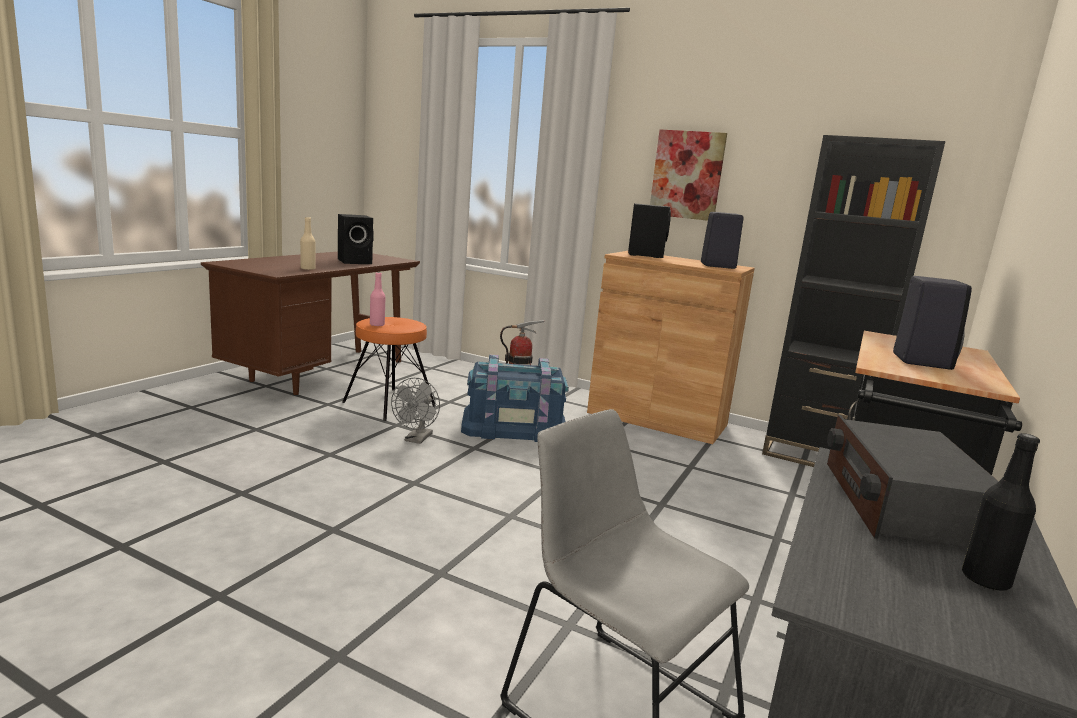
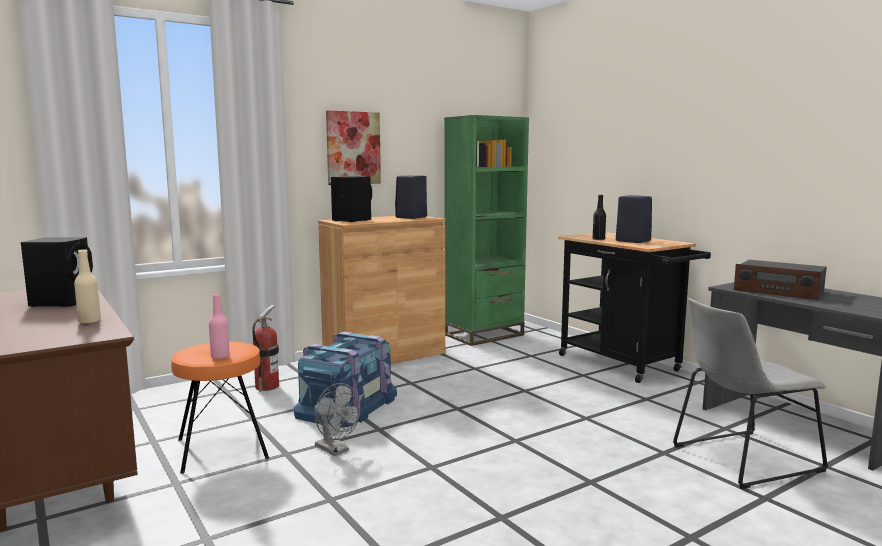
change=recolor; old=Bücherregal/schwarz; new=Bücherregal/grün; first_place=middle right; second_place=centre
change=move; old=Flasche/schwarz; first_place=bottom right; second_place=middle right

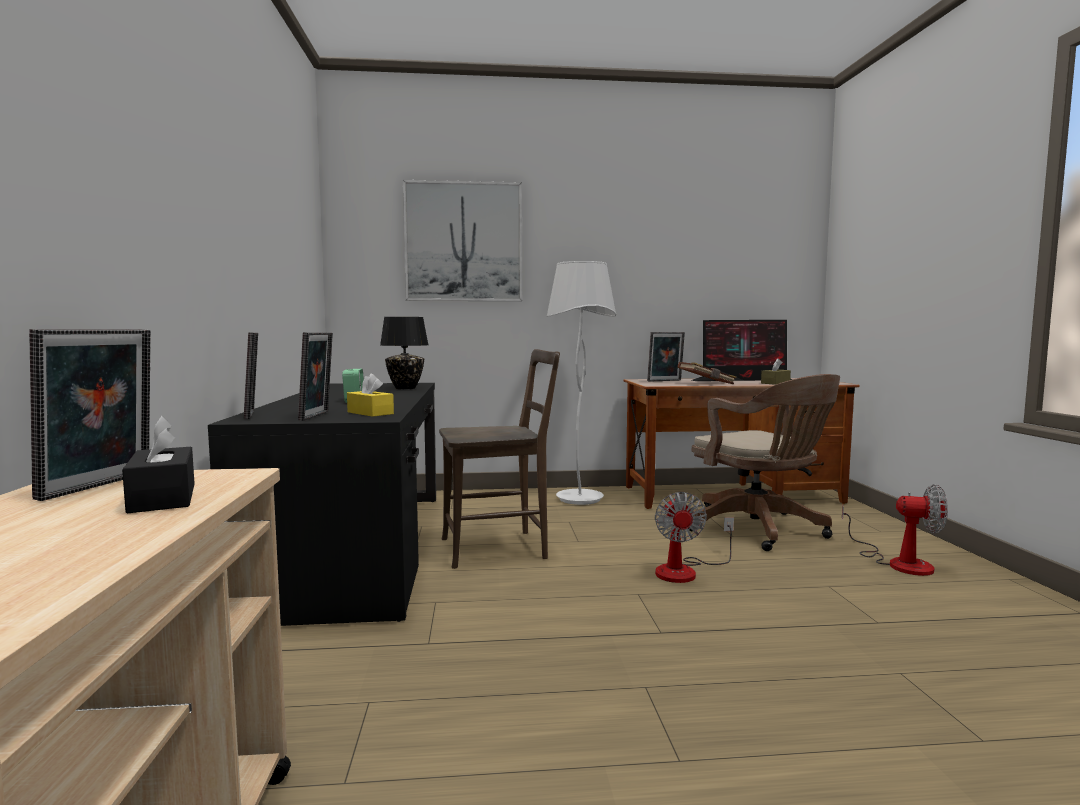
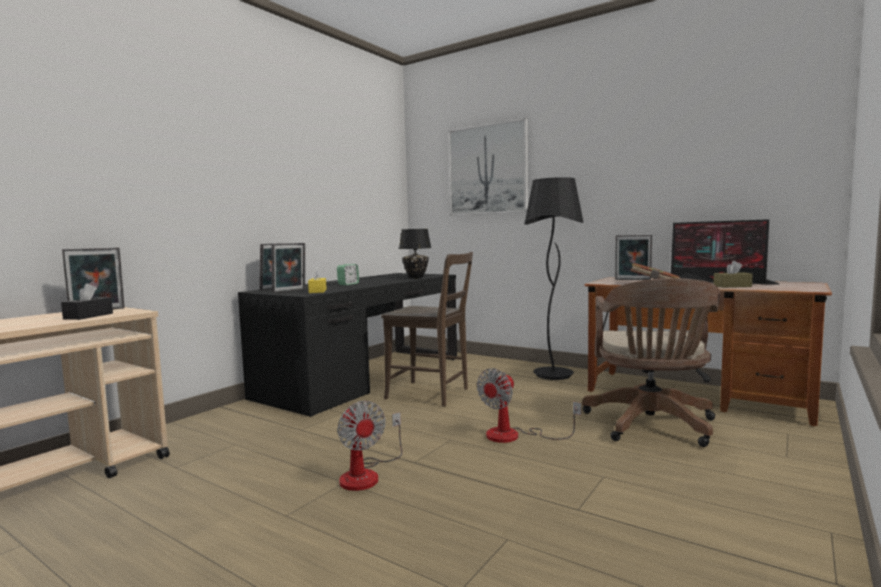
change=move; old=Ventilator (2nd from left in the first image); new=Ventilator (1st from left); first_place=middle right; second_place=bottom centre
change=recolor; old=Stehlampe/weiß; new=Stehlampe/schwarz; first_place=centre; second_place=centre

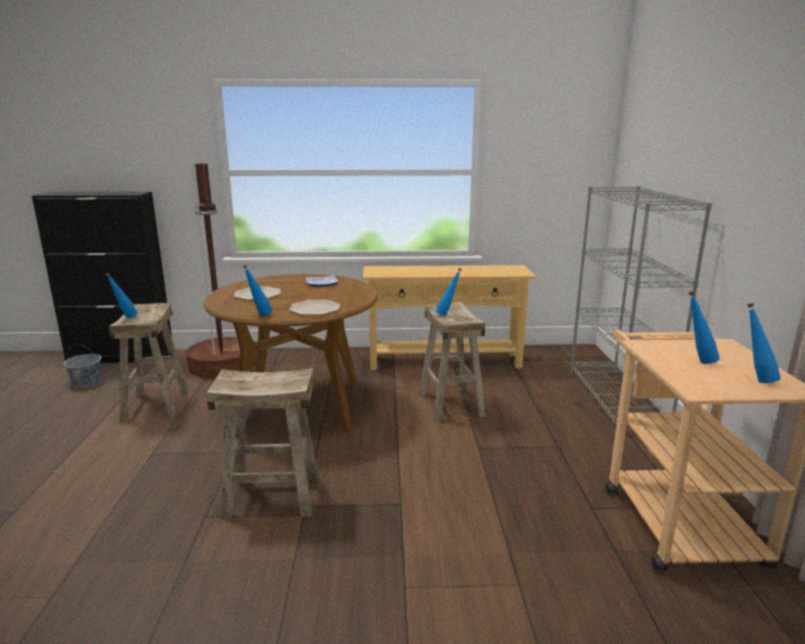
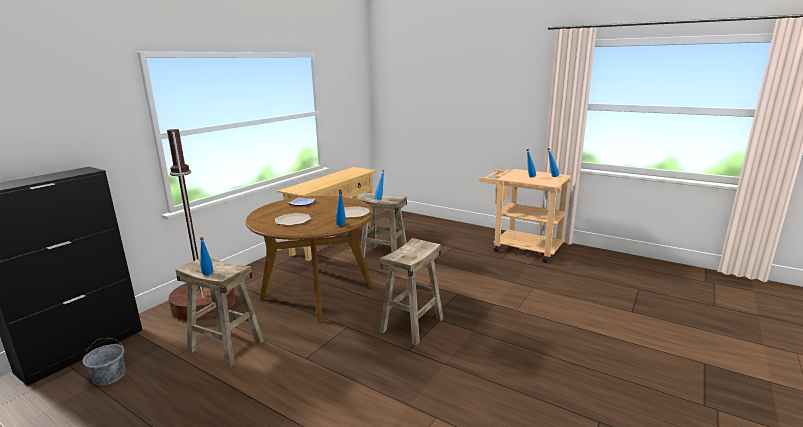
change=delete; old=Bücherregal/grau; first_place=middle right

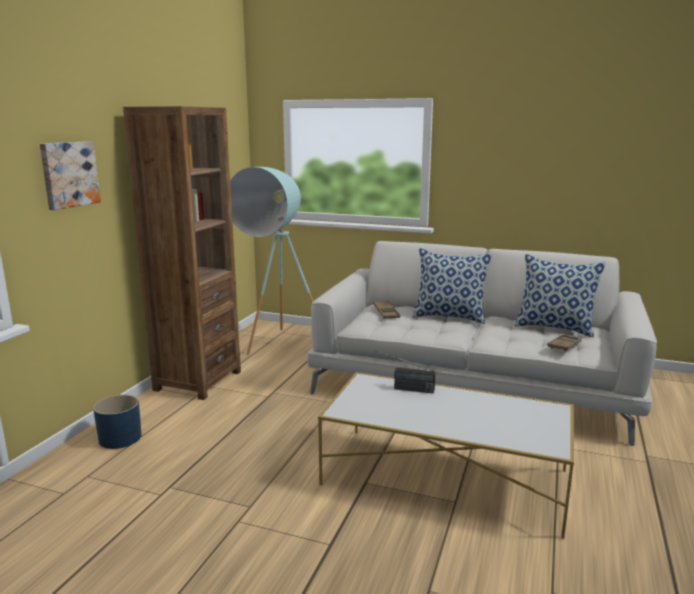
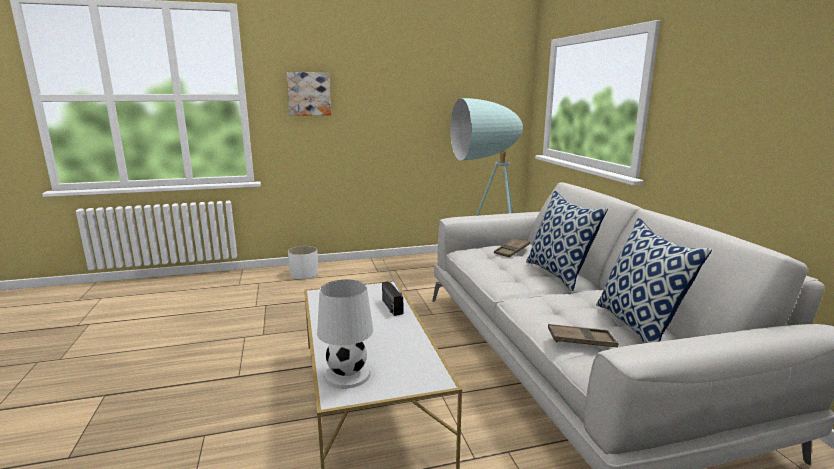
change=recolor; old=Pflanzkübel/blau; new=Pflanzkübel/weiß; first_place=bottom left; second_place=centre
change=insert; new=Tischlampe/weiß; second_place=bottom centre
change=delete; old=Bücherregal/braun; first_place=middle left

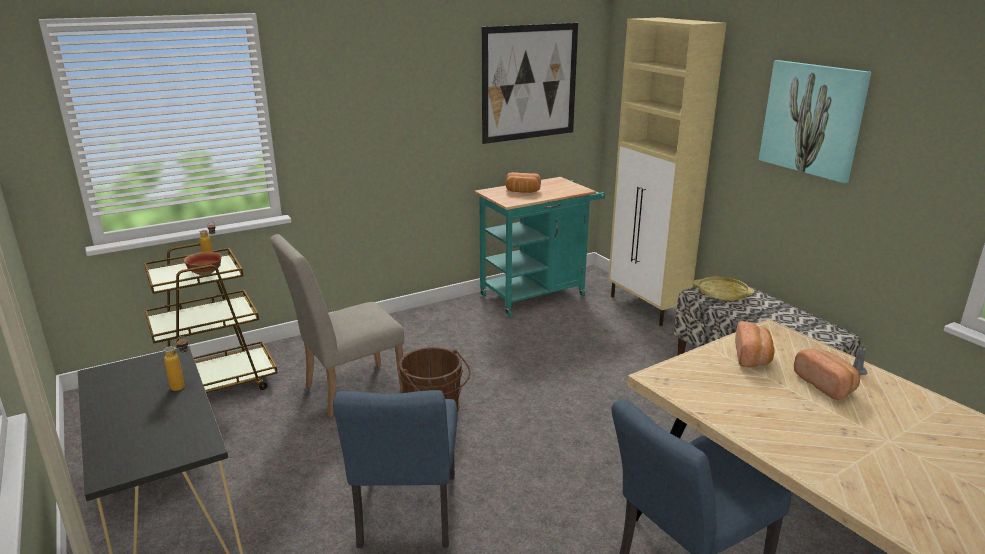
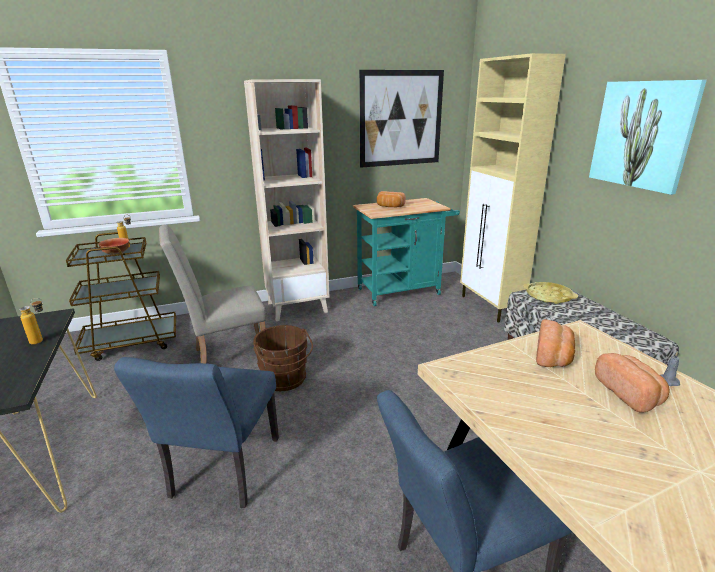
change=insert; new=Bücherregal/beige; second_place=centre

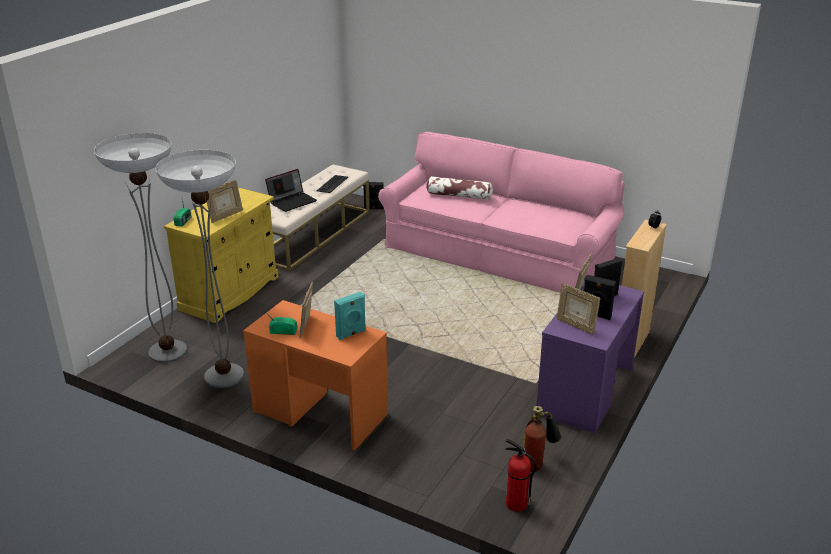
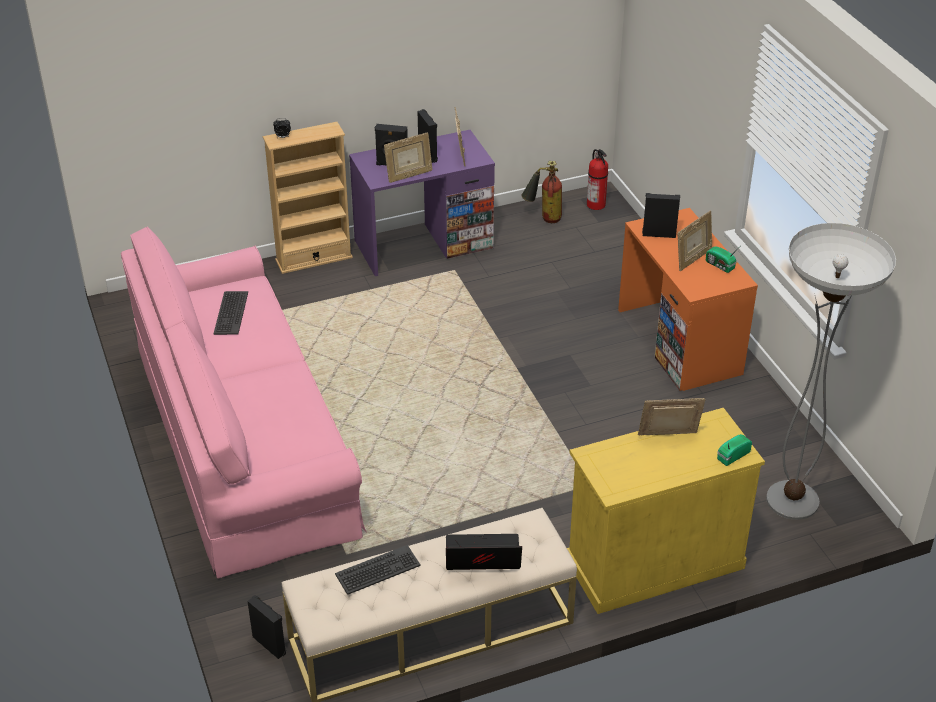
change=insert; new=Tastatur (1st from left); second_place=middle left
change=recolor; old=Lautsprecher/türkis; new=Lautsprecher/schwarz (4th from left); first_place=centre; second_place=top right
change=delete; old=Stehlampe (2nd from left); first_place=middle left
change=delete; old=Kissen; first_place=centre

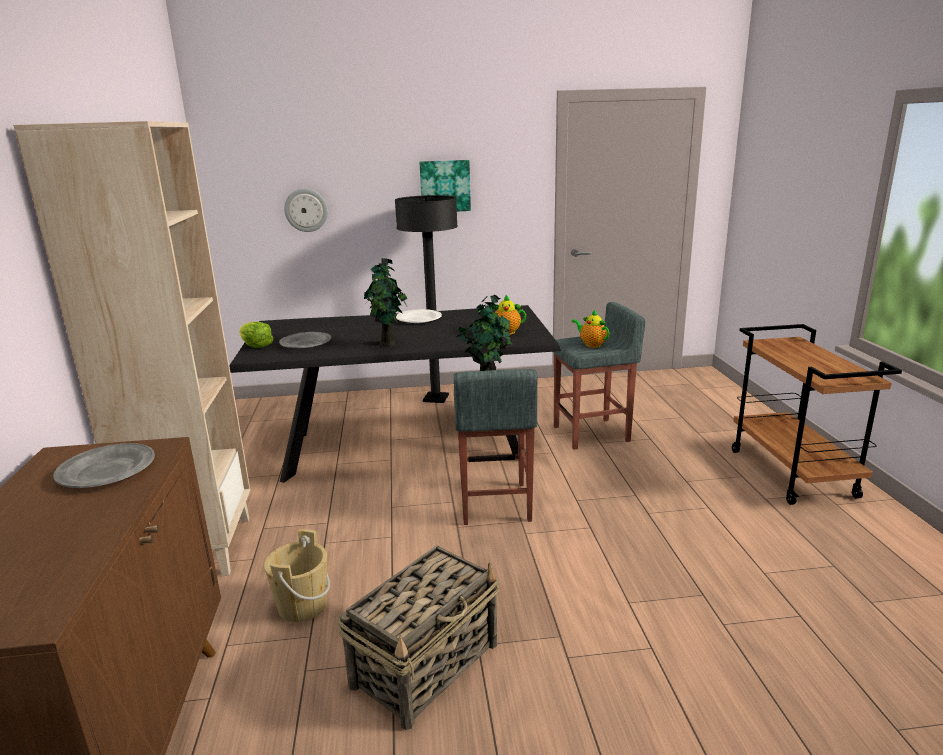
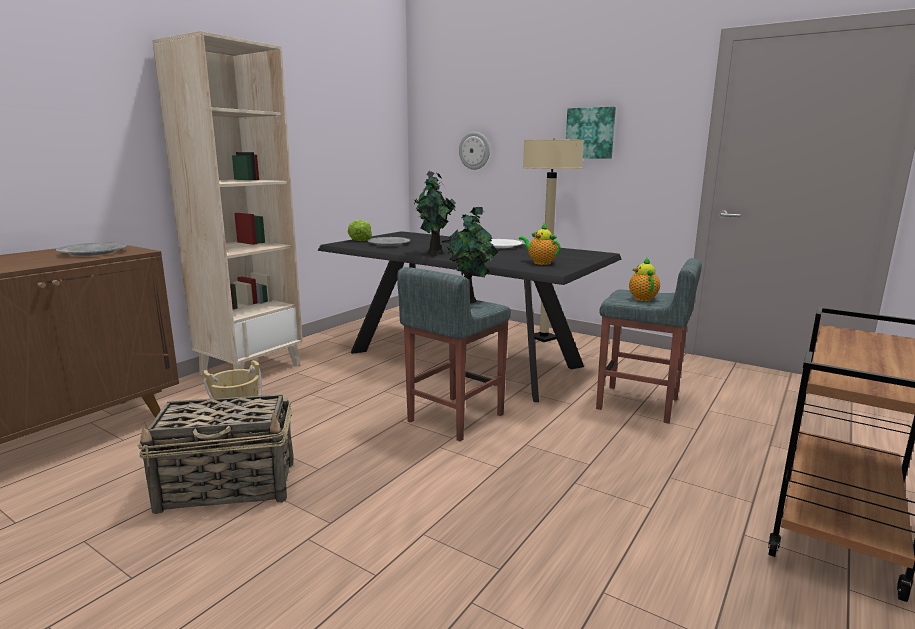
change=recolor; old=Stehlampe/schwarz; new=Stehlampe/beige; first_place=centre; second_place=centre

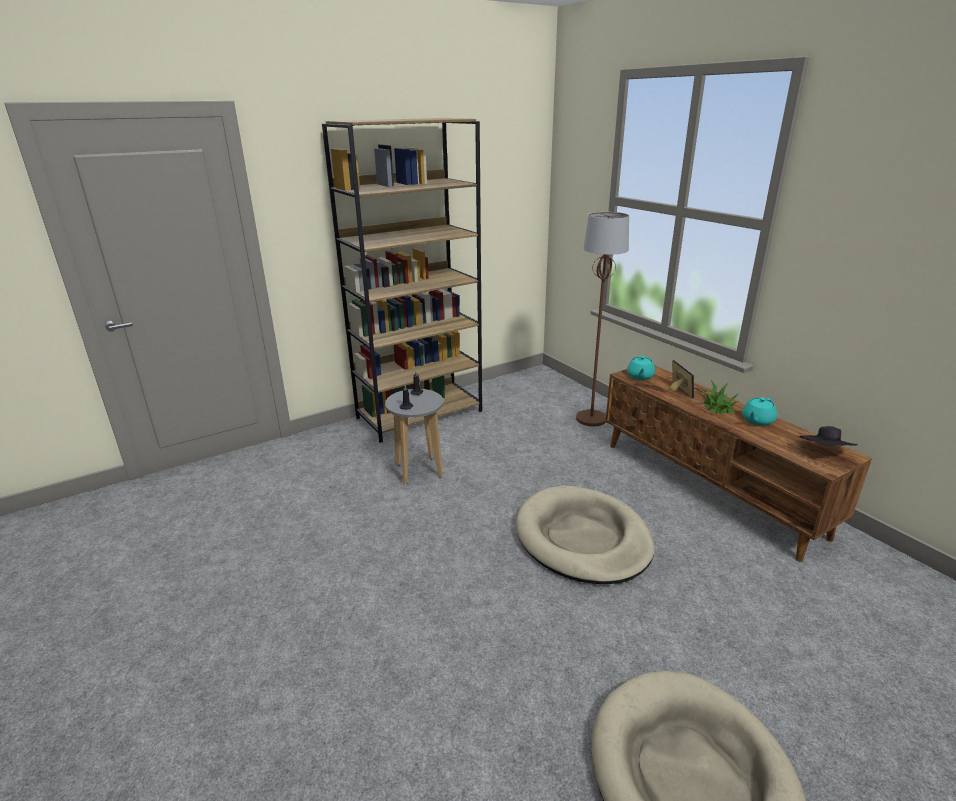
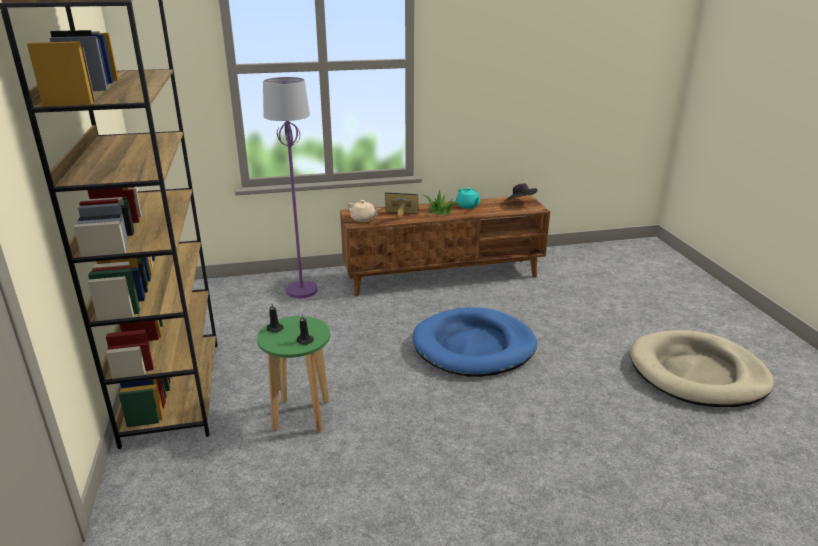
change=recolor; old=Hocker/grau; new=Hocker/grün; first_place=centre; second_place=bottom centre
change=recolor; old=Stehlampe/braun; new=Stehlampe/lila; first_place=centre; second_place=centre
change=recolor; old=Teekanne/türkis (1st from left); new=Teekanne/beige; first_place=middle right; second_place=centre
change=recolor; old=Hundebett/beige (1st from left); new=Hundebett/blau; first_place=bottom centre; second_place=centre

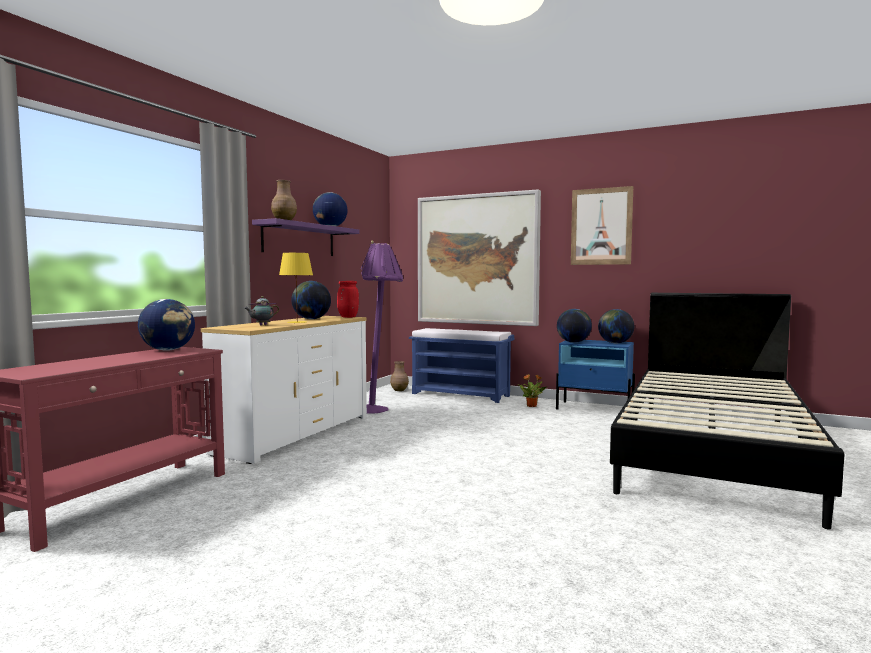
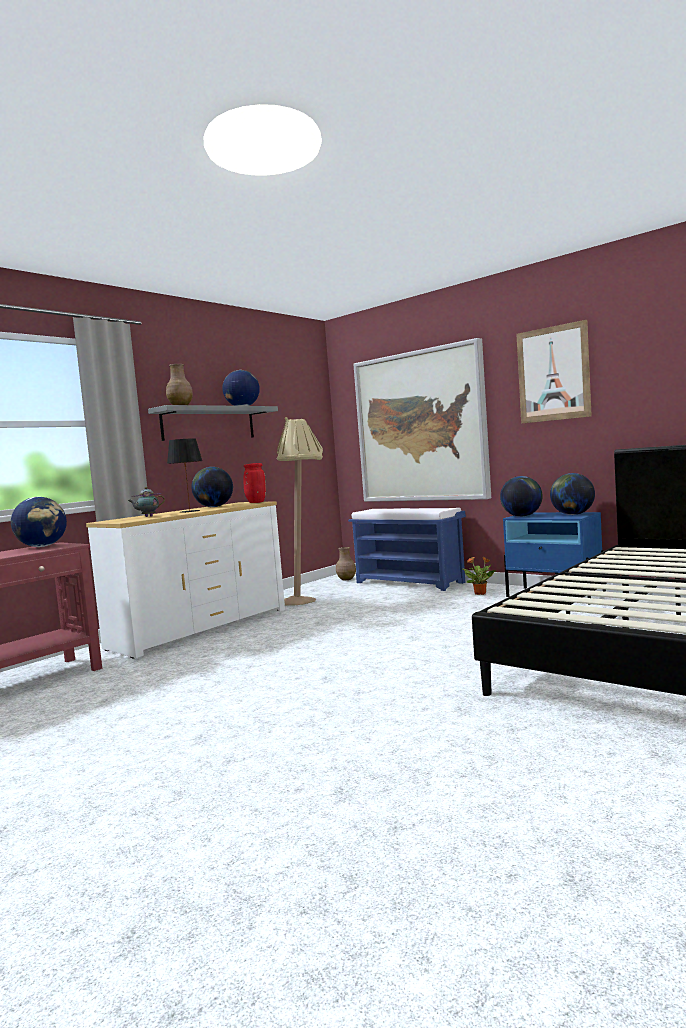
change=recolor; old=Wandregal/lila; new=Wandregal/grau; first_place=centre; second_place=middle left
change=recolor; old=Tischlampe/gelb; new=Tischlampe/schwarz; first_place=centre; second_place=middle left
change=recolor; old=Stehlampe/lila; new=Stehlampe/beige; first_place=centre; second_place=centre

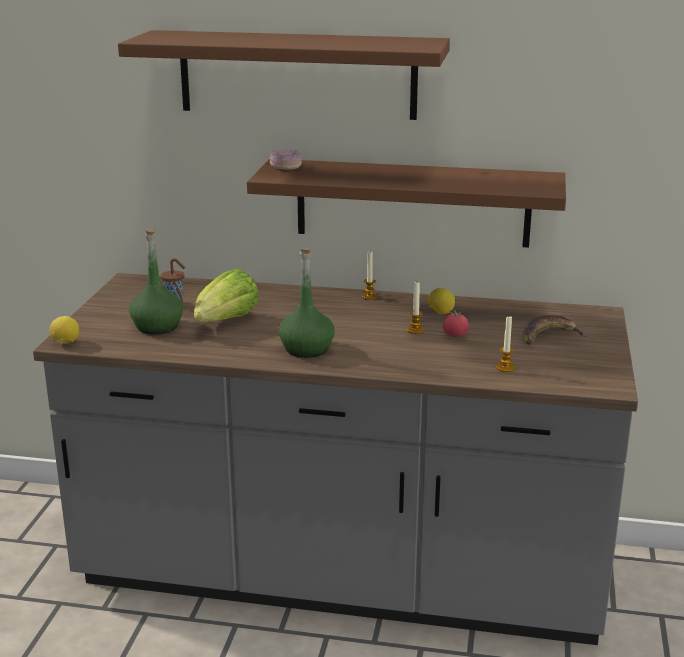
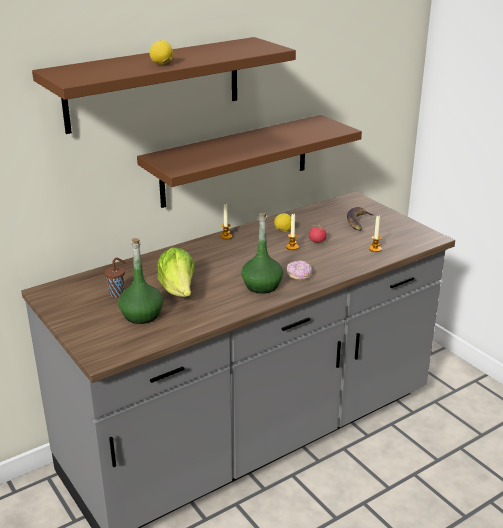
change=move; old=Zitrone (1st from left); first_place=middle left; second_place=top left
change=move; old=Donut; first_place=top centre; second_place=centre

